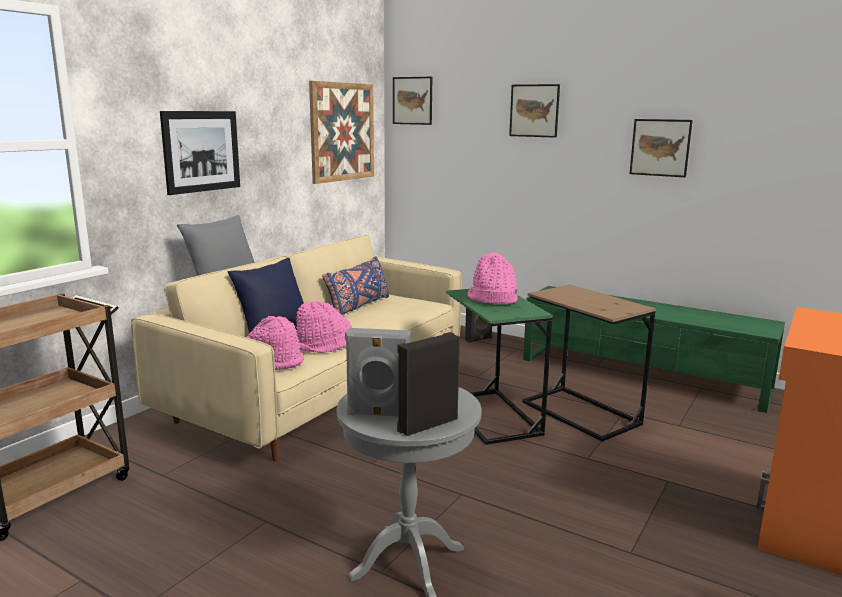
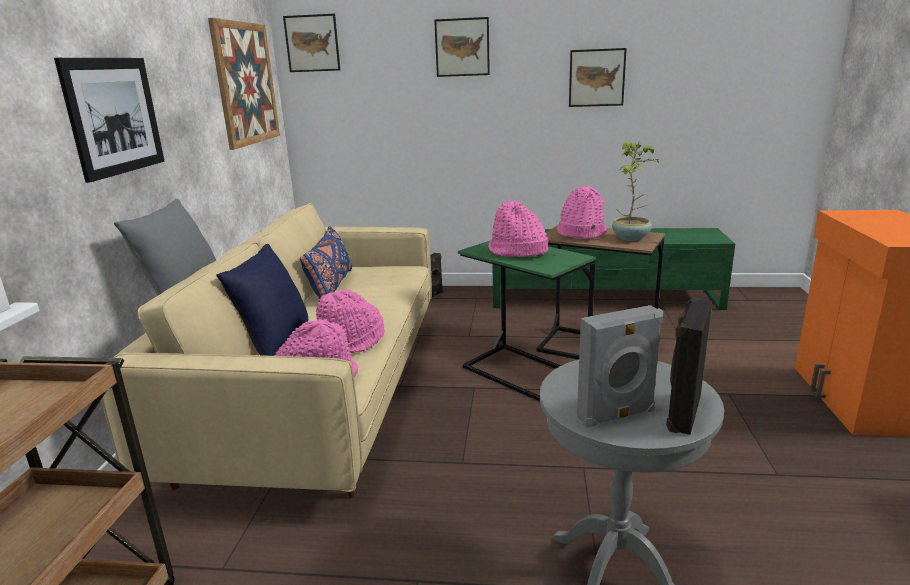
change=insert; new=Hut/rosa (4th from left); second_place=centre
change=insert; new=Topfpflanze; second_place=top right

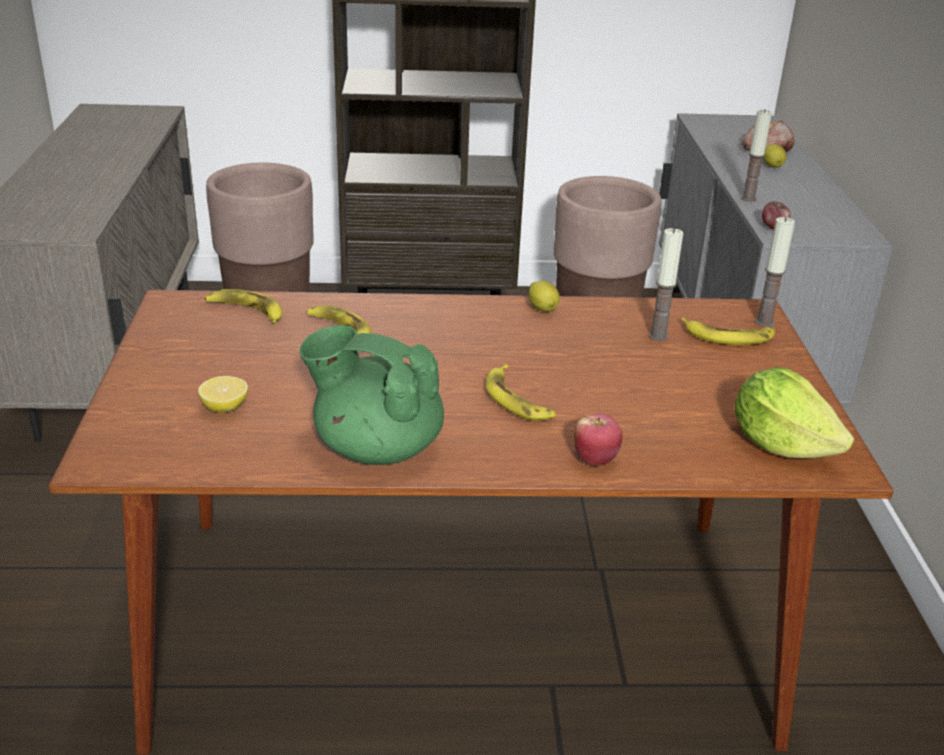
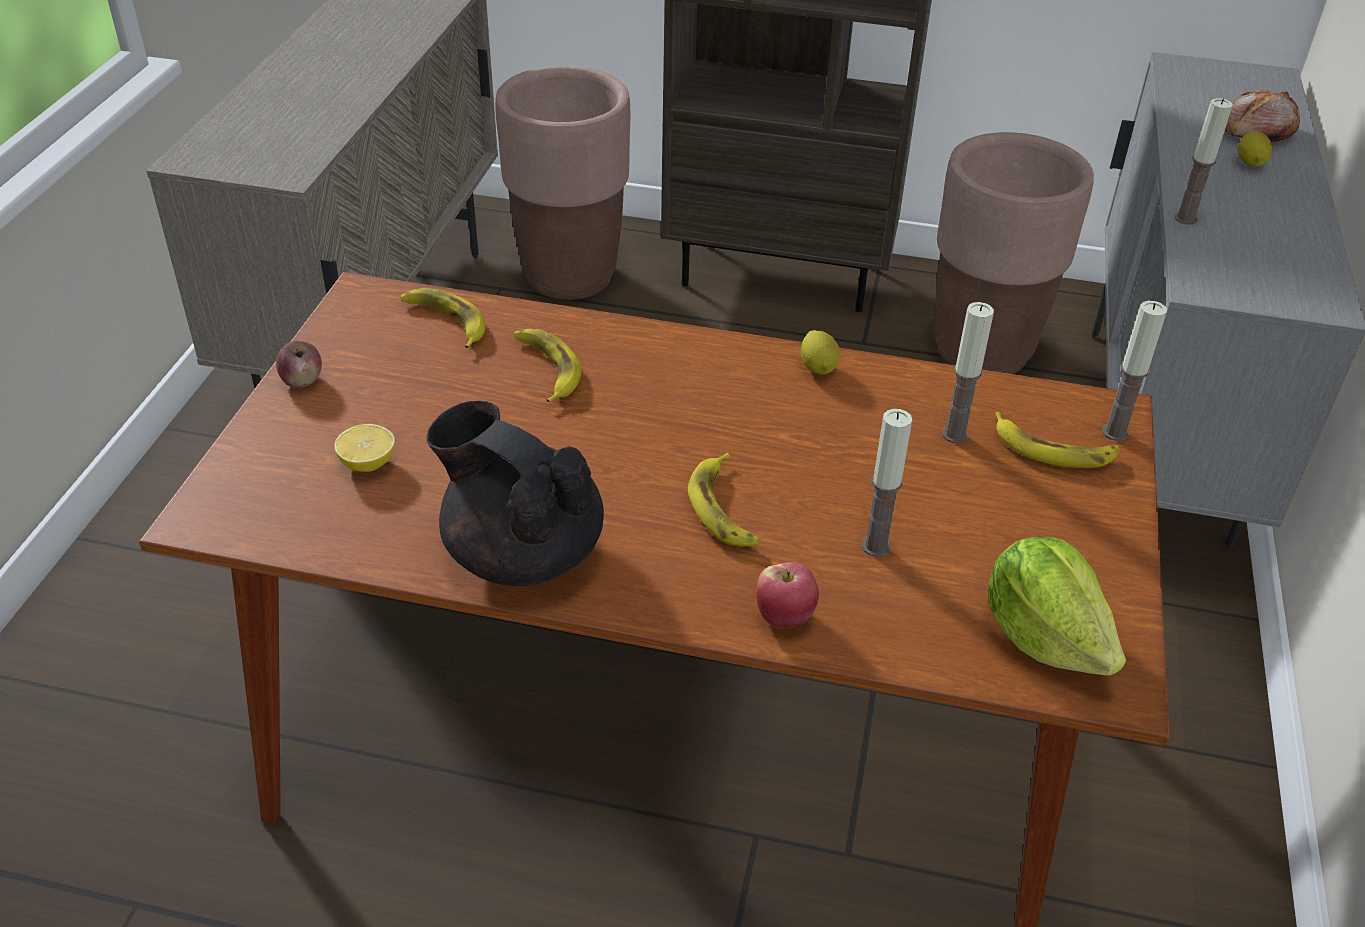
change=move; old=Apfel (2nd from left in the first image); new=Apfel (1st from left); first_place=top right; second_place=middle left
change=recolor; old=Teekanne/grün; new=Teekanne/schwarz; first_place=centre; second_place=centre
change=insert; new=Kerze (1st from left); second_place=centre

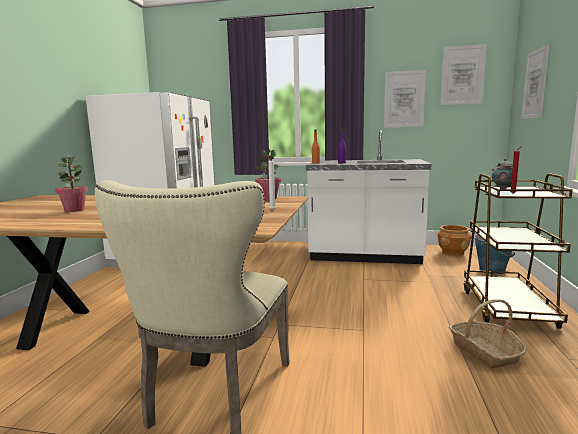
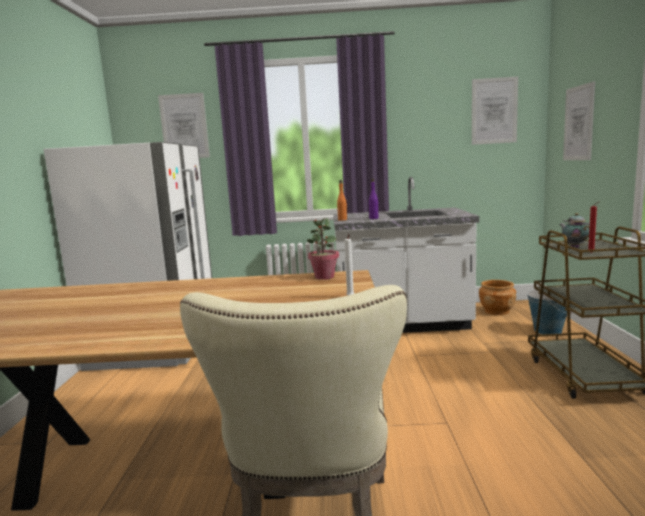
change=move; old=Bild (1st from left); first_place=top right; second_place=top left
change=delete; old=Topfpflanze (1st from left); first_place=middle left
change=delete; old=Korb; first_place=bottom right

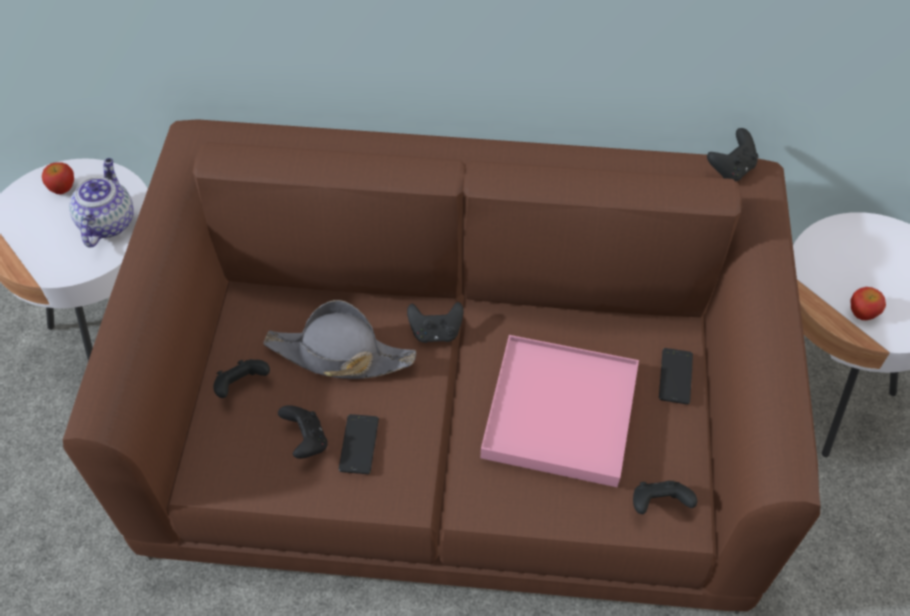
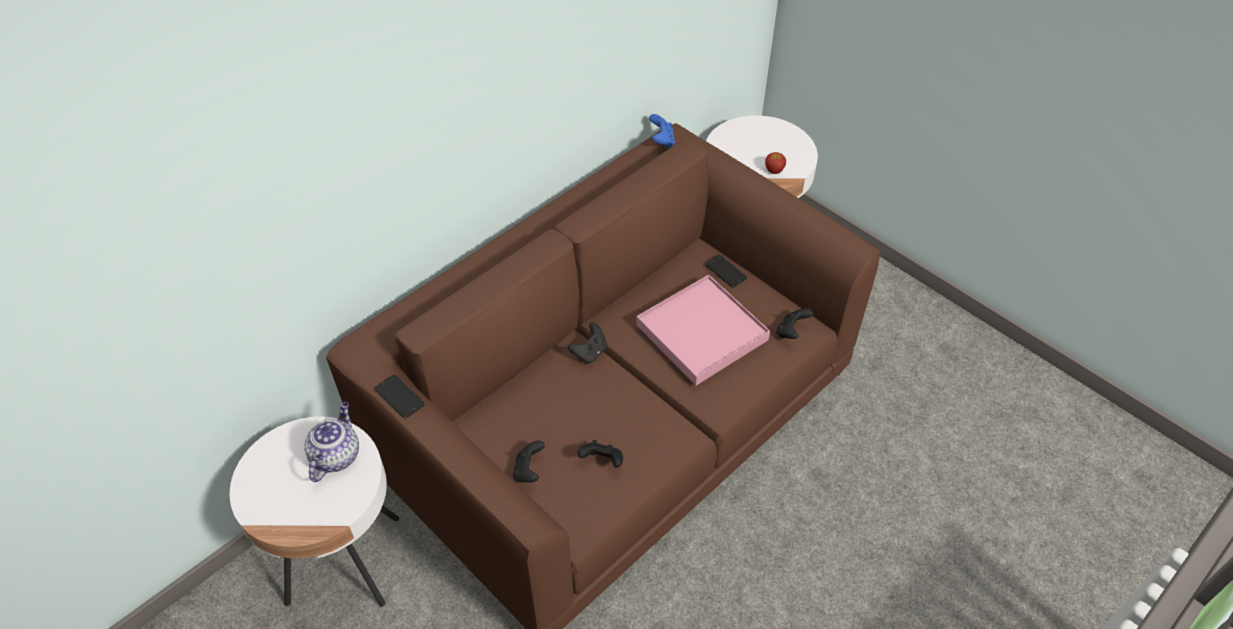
change=rotate; old=Teekanne; first_place=top left; second_place=bottom left; degrees=60
change=move; old=Handy (1st from left); first_place=bottom centre; second_place=middle left
change=recolor; old=Gamepad/schwarz (5th from left); new=Gamepad/blau; first_place=top right; second_place=top centre
change=delete; old=Apfel (1st from left); first_place=top left
change=delete; old=Hut/grau; first_place=centre

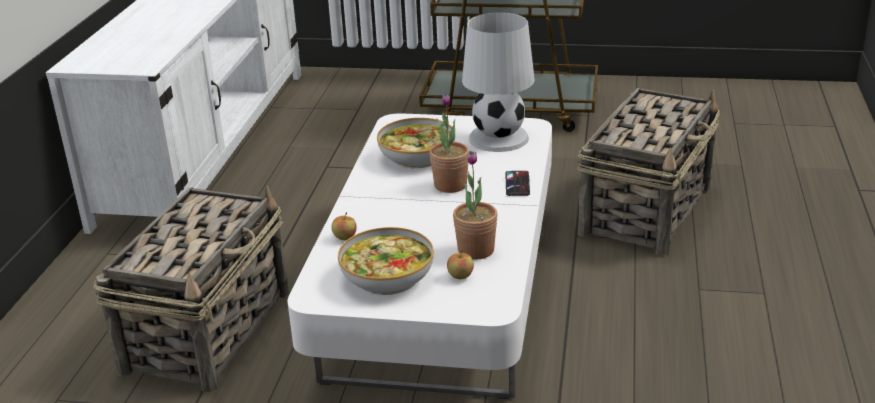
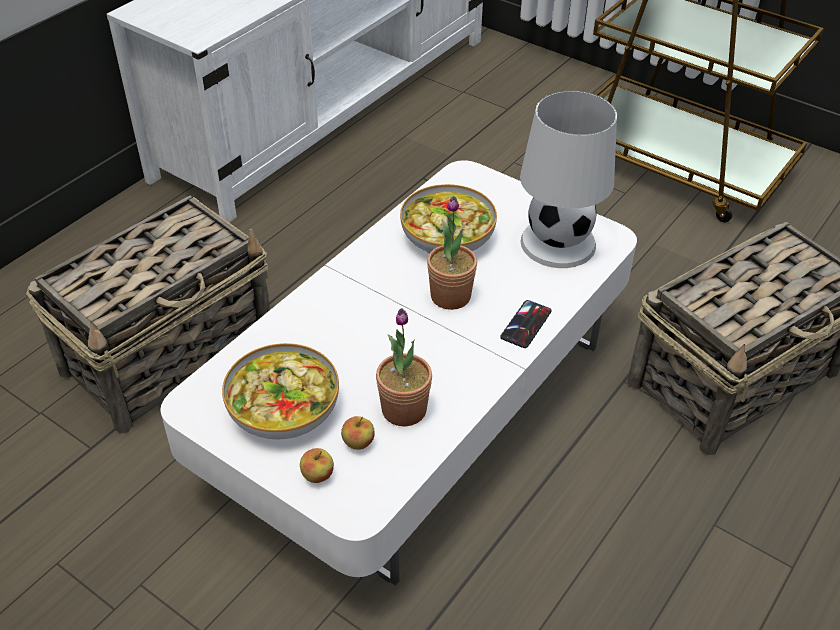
change=move; old=Apfel (1st from left); first_place=centre; second_place=bottom centre

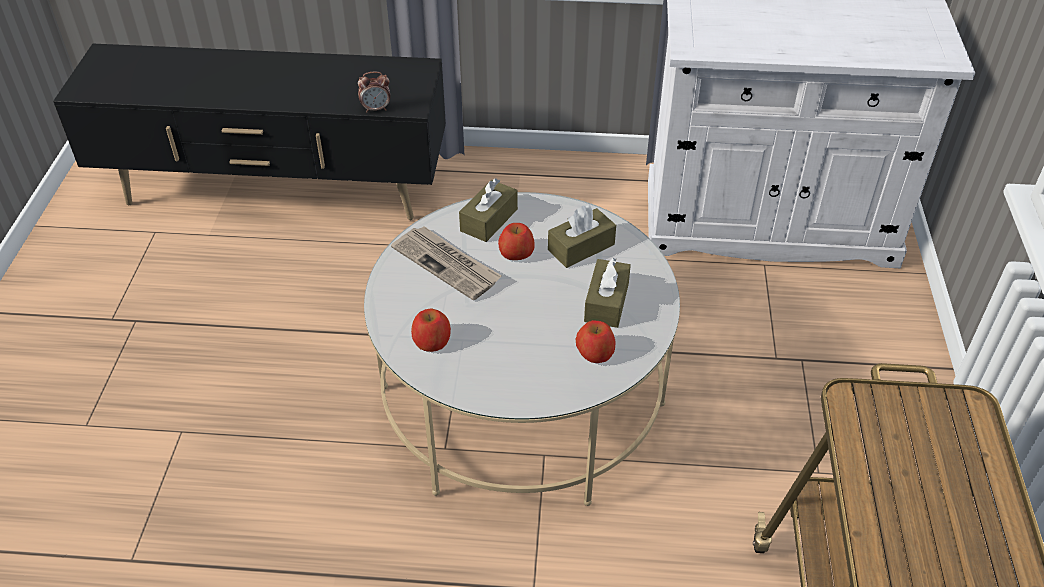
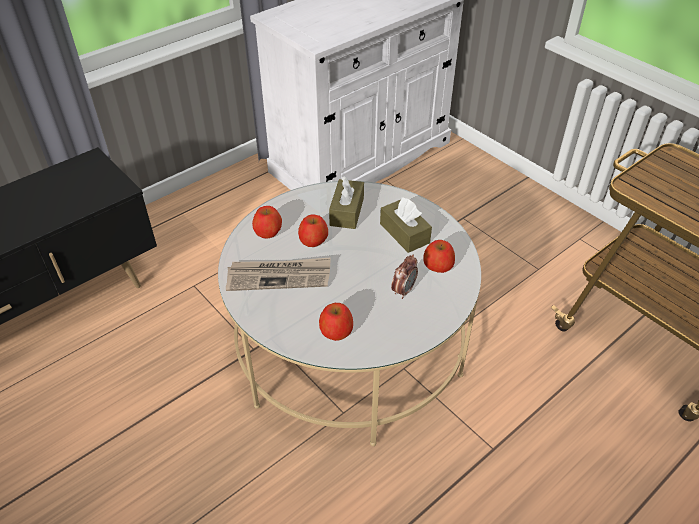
change=replace; old=Taschentuchbox/braun (1st from left); new=Apfel (1st from left); first_place=centre; second_place=centre
change=move; old=Wecker; first_place=top centre; second_place=centre

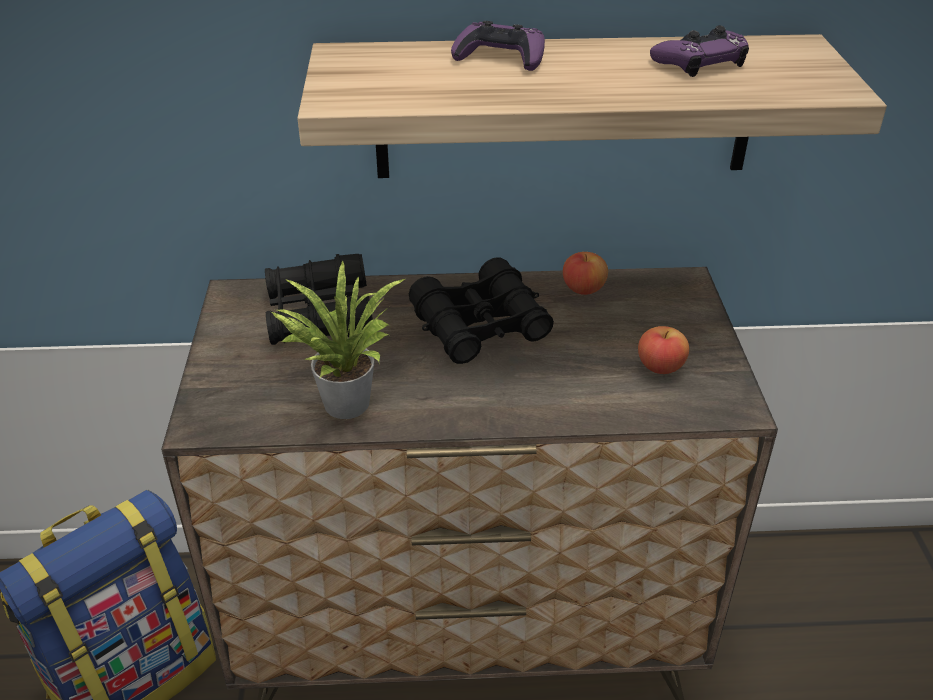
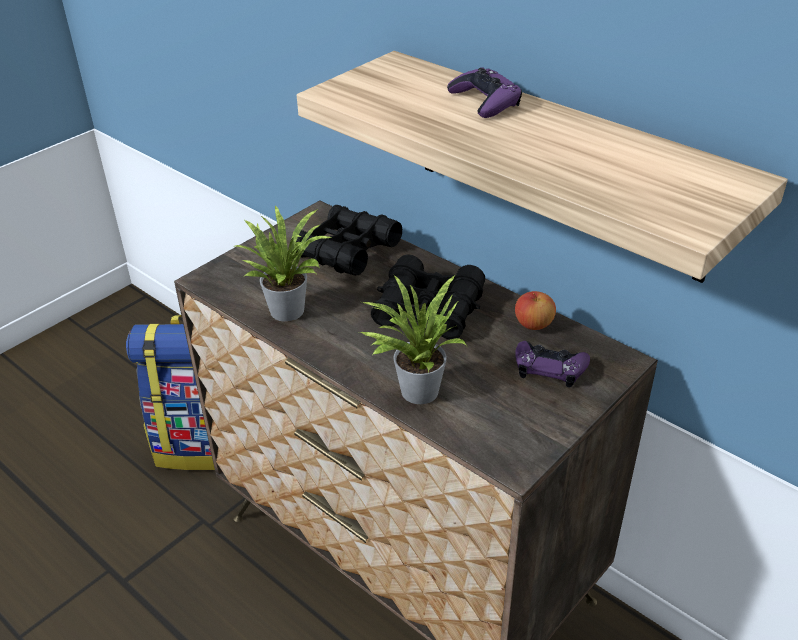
change=insert; new=Topfpflanze (2nd from left); second_place=centre
change=move; old=Gamepad/lila (2nd from left); first_place=top right; second_place=middle right
change=delete; old=Apfel (2nd from left); first_place=middle right

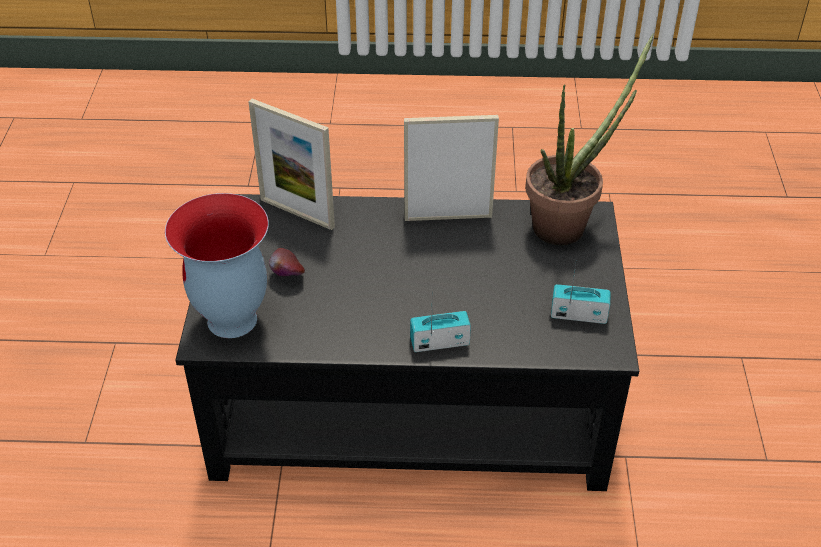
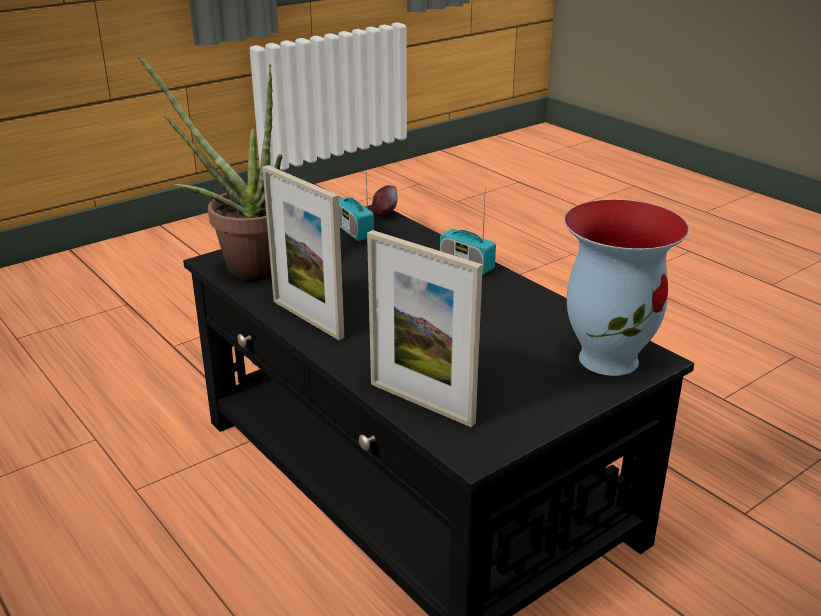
change=rotate; old=Bilderrahmen (1st from left in the first image); first_place=top centre; second_place=centre; degrees=135
change=move; old=Apfel; first_place=centre; second_place=top centre

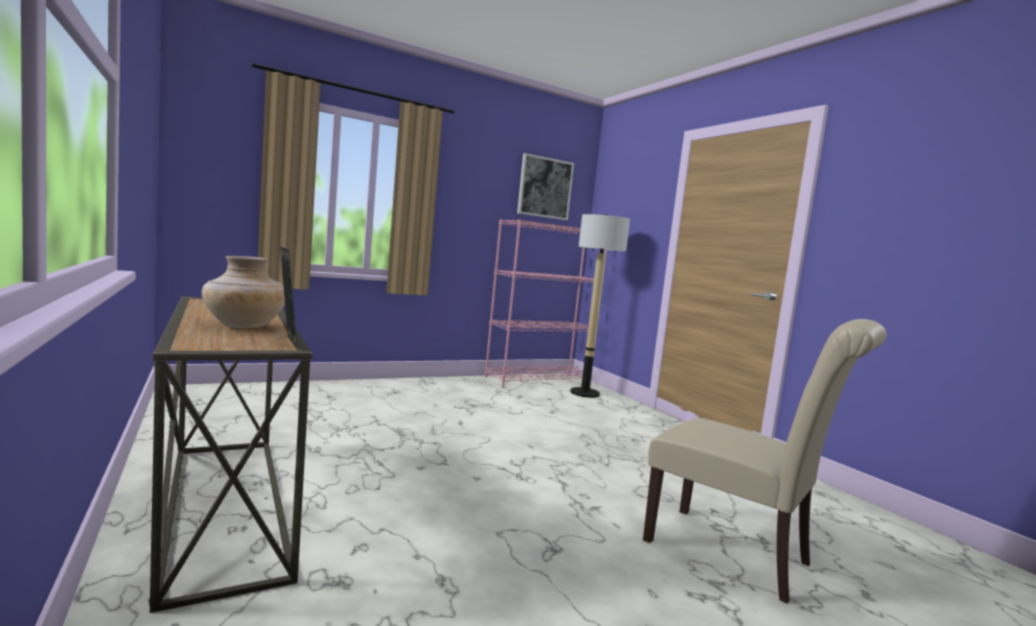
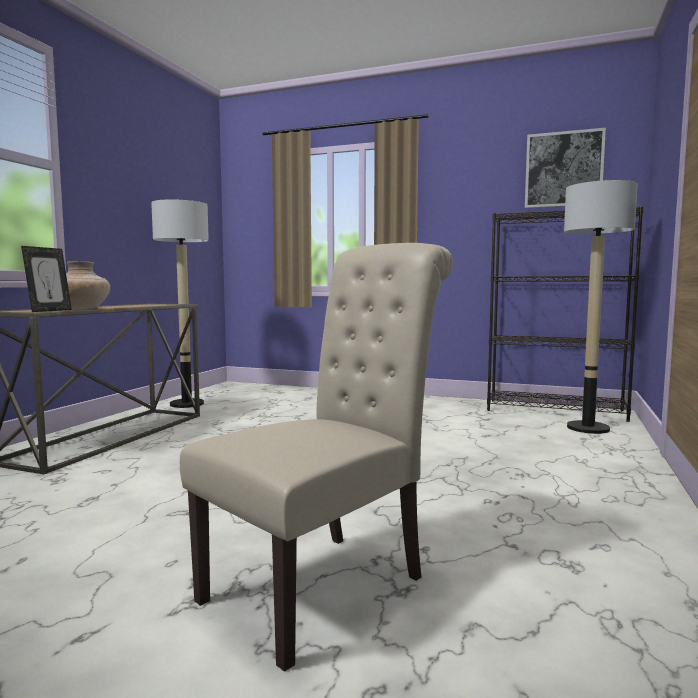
change=insert; new=Stehlampe (1st from left); second_place=middle left
change=rotate; old=Stuhl/beige; first_place=bottom right; second_place=centre; degrees=-135
change=recolor; old=Bücherregal/rosa; new=Bücherregal/schwarz; first_place=centre; second_place=middle right

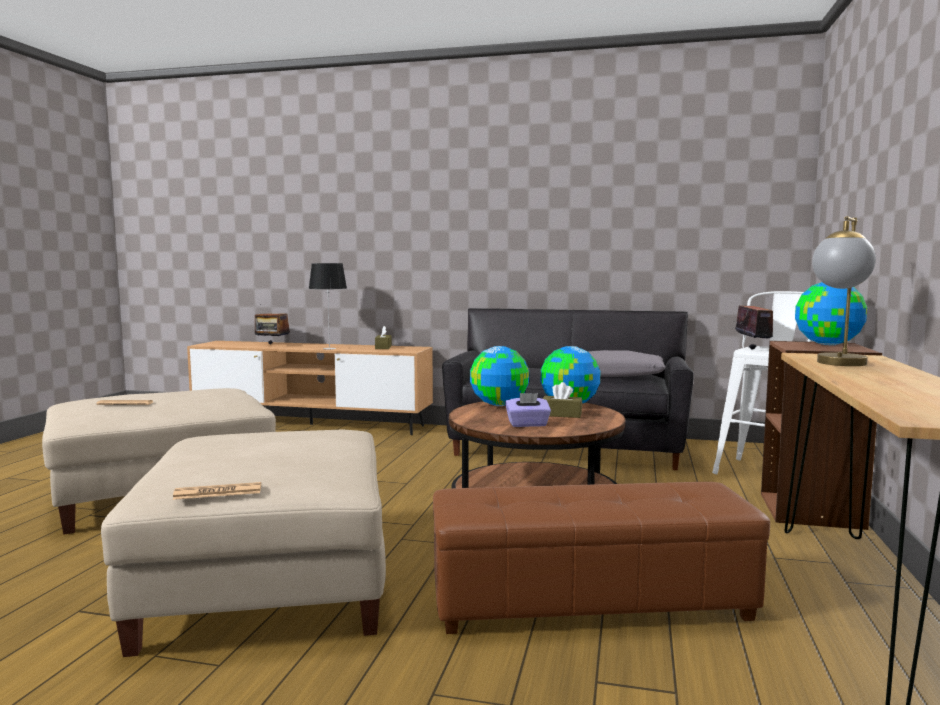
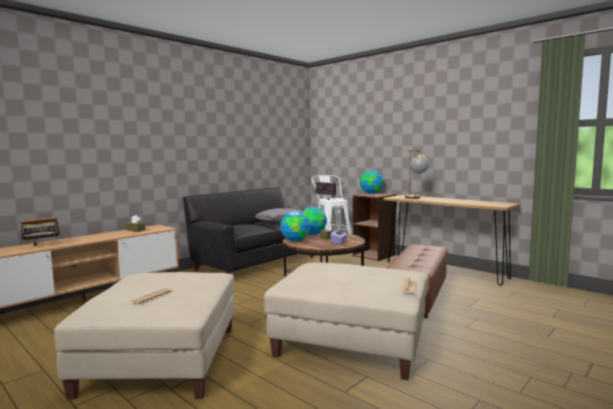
change=delete; old=Tischlampe (1st from left); first_place=centre

